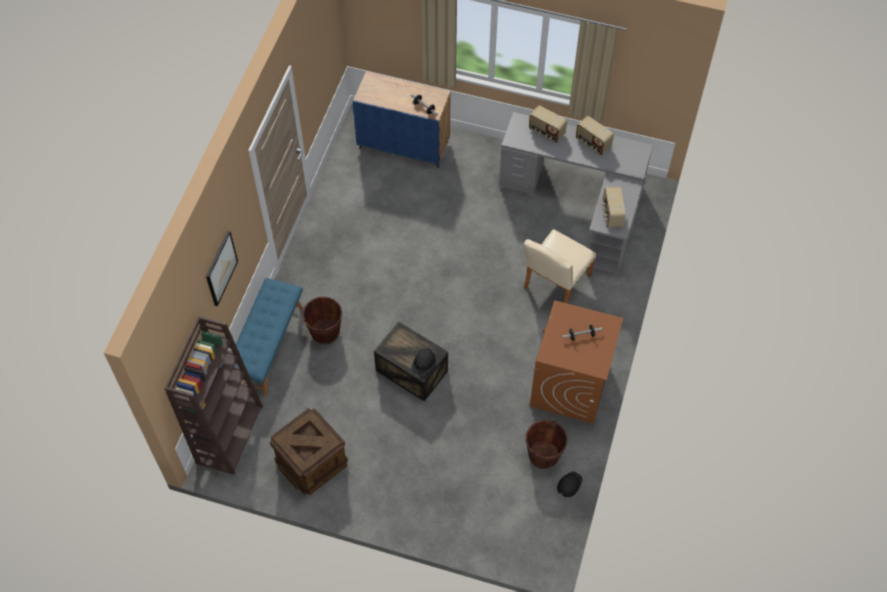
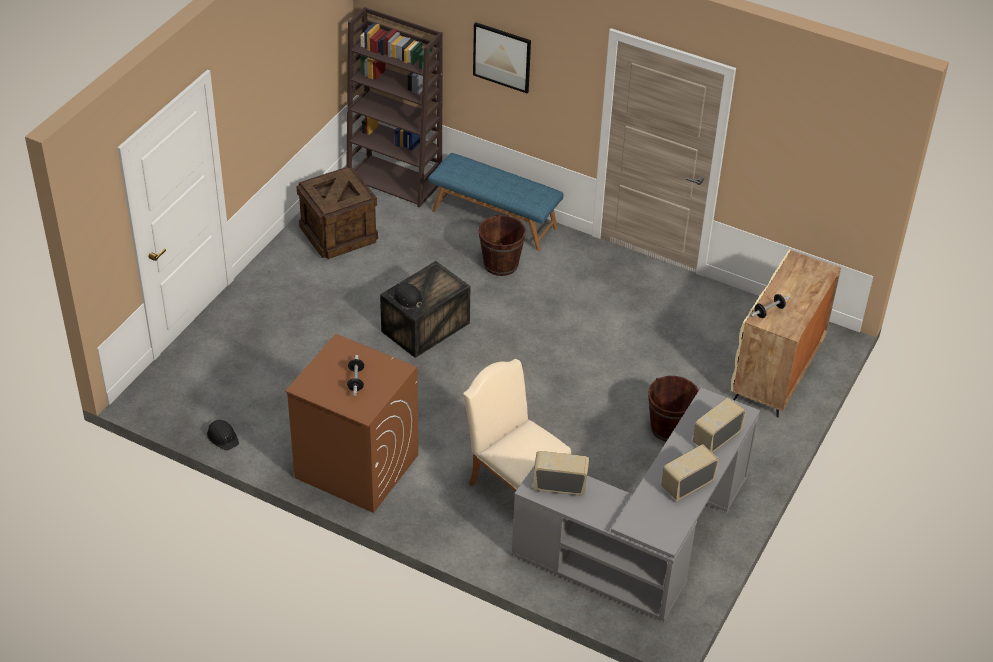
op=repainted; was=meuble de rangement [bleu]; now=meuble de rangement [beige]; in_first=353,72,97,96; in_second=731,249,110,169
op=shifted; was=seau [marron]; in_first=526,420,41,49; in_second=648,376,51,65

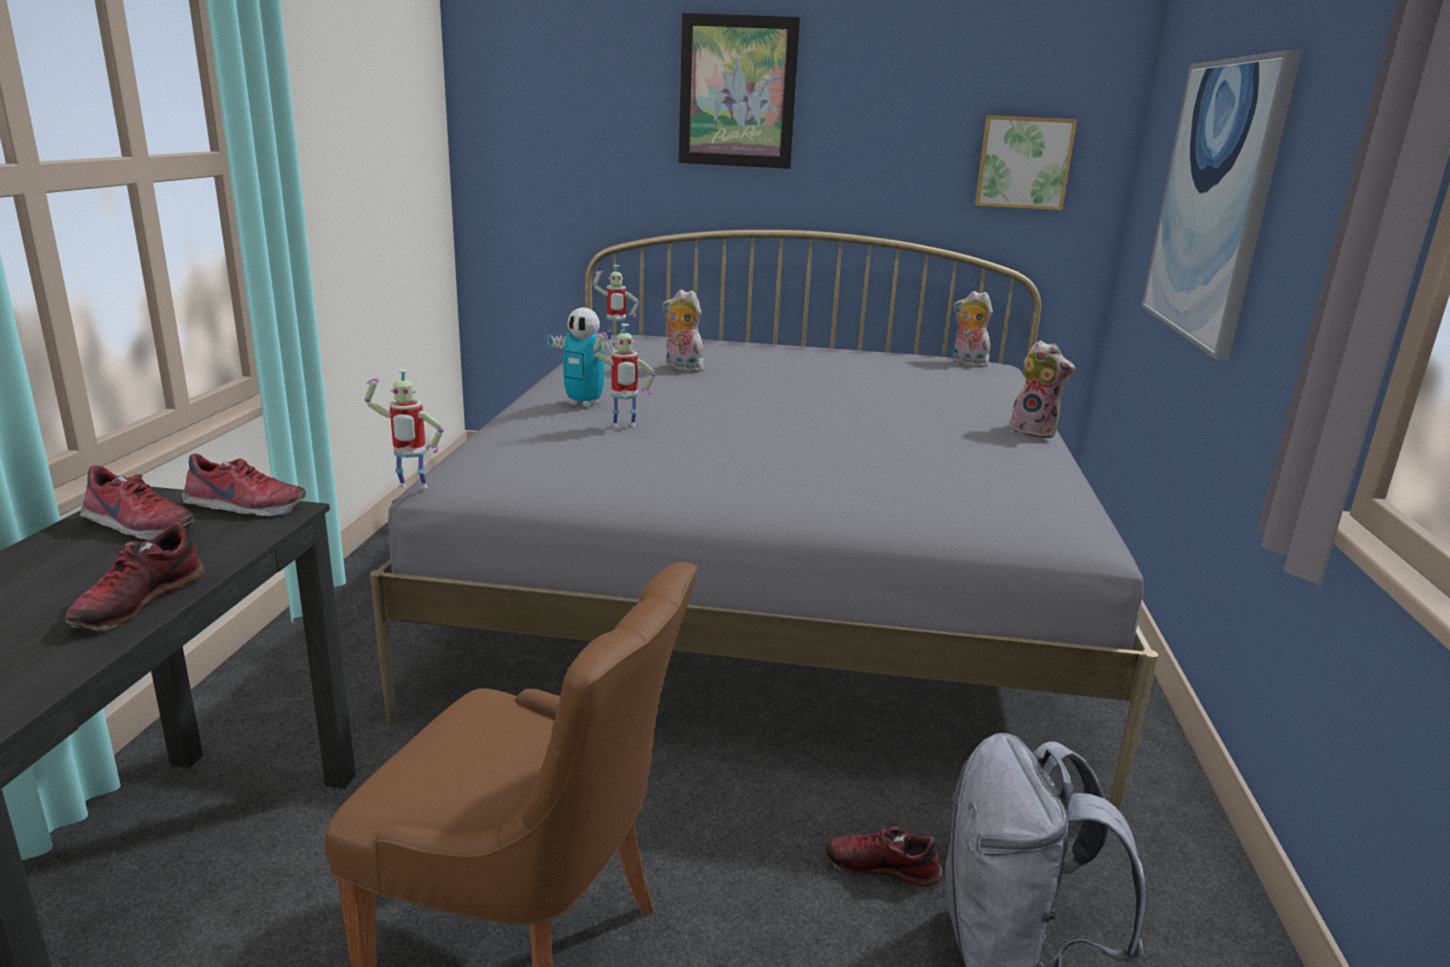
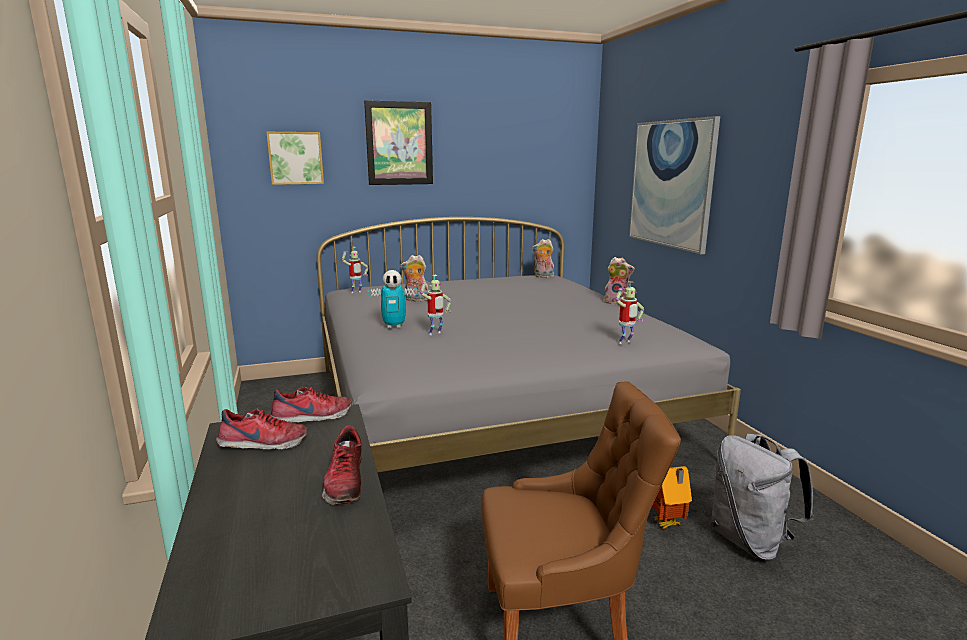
op=shifted; was=robot jouet; in_first=365,369,79,119; in_second=615,281,29,63
op=swapped; was=chaussure; now=maison miniature; in_first=825,826,118,61; in_second=651,466,41,63
op=shifted; was=tableau; in_first=975,115,102,95; in_second=266,132,58,53

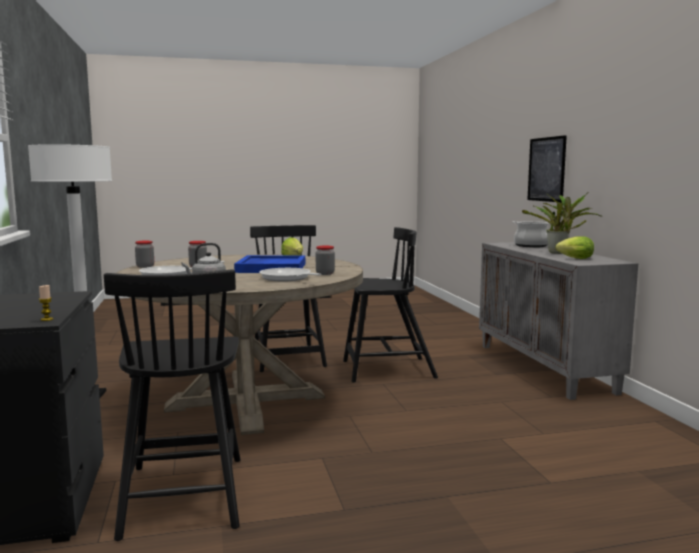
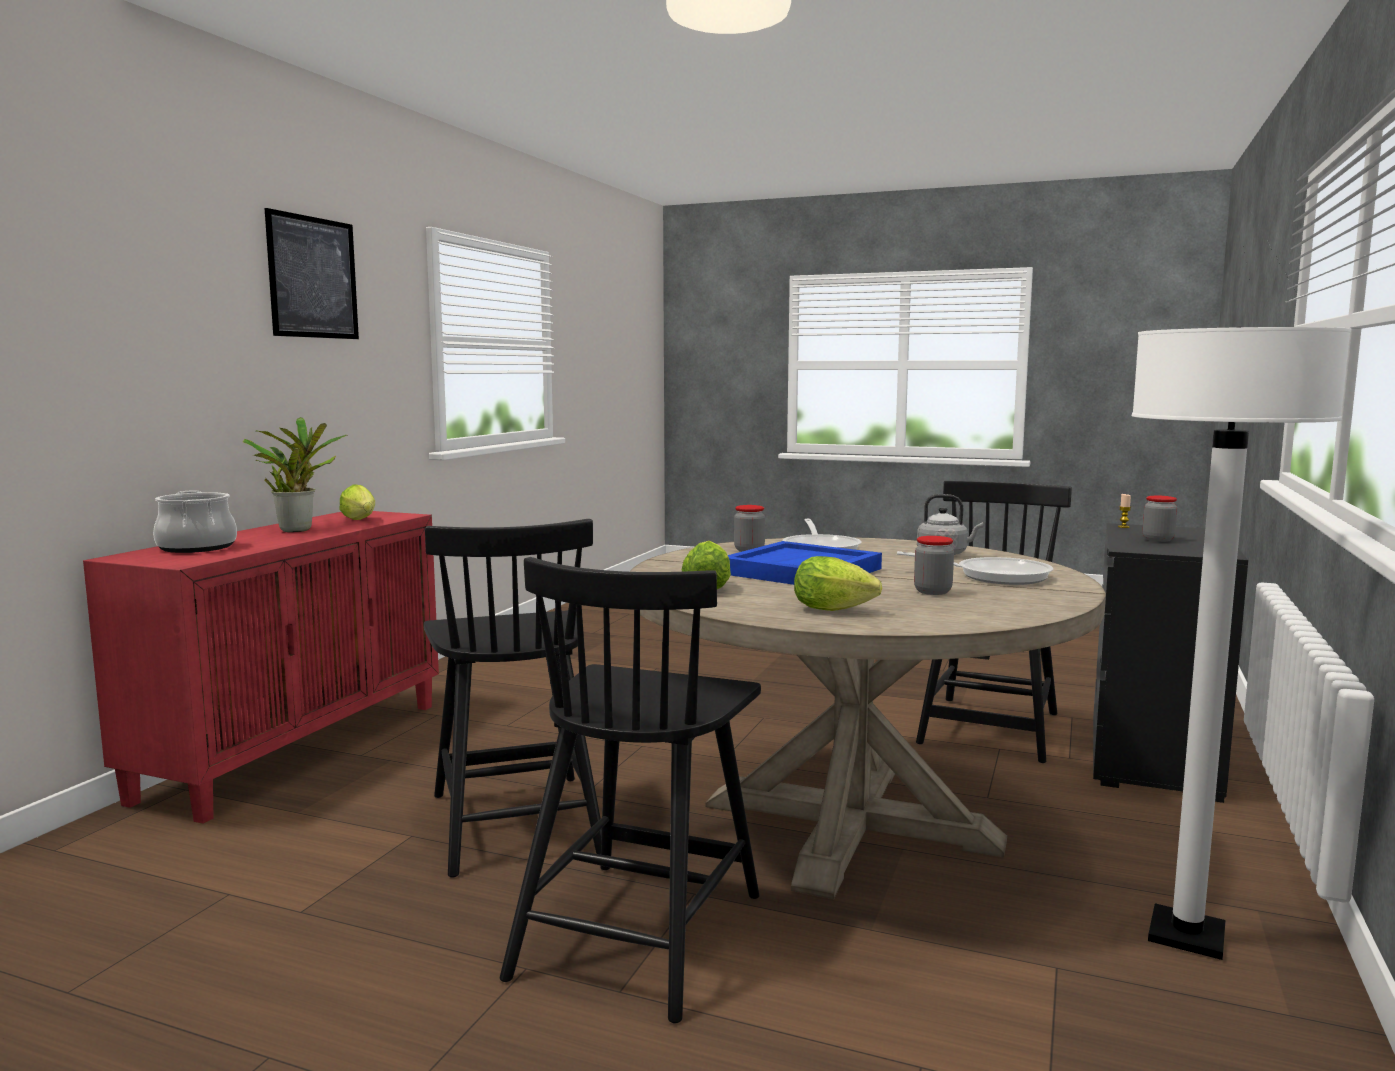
op=shifted; was=bocal; in_first=135,240,19,28; in_second=1143,496,34,46
op=rotated; was=chaise [noir]; in_first=343,227,95,156; in_second=424,519,178,359; clockwise=-135
op=repainted; was=meuble de rangement [gris]; now=meuble de rangement [rouge]; in_first=479,242,159,158; in_second=83,511,356,313
op=shifted; was=tableau; in_first=527,135,40,68; in_second=265,208,94,131
op=new; now=laitue; in_second=794,556,88,55

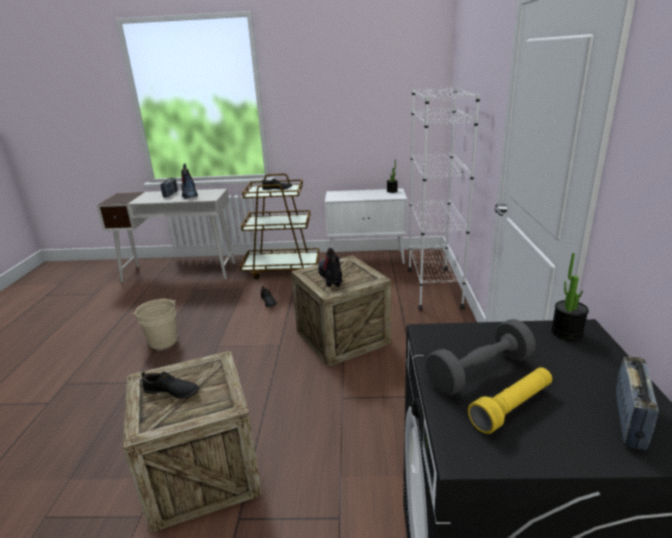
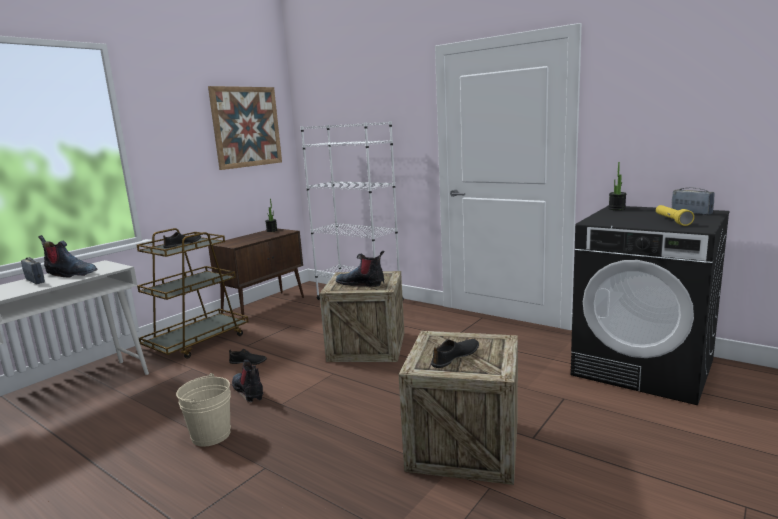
op=repainted; was=meuble de rangement [blanc]; now=meuble de rangement [marron]; in_first=325,188,82,76; in_second=208,228,96,92
op=gone; was=haltère [gris]; in_first=426,319,110,77
op=new; now=tableau; in_second=208,86,74,84
op=new; now=botte; in_second=232,360,31,42

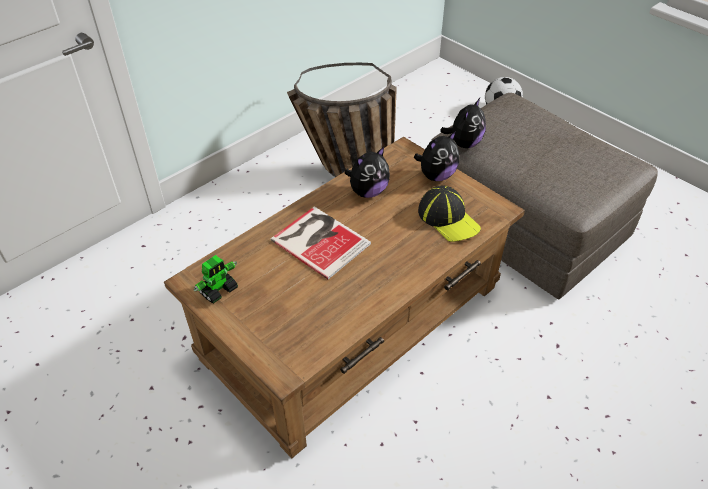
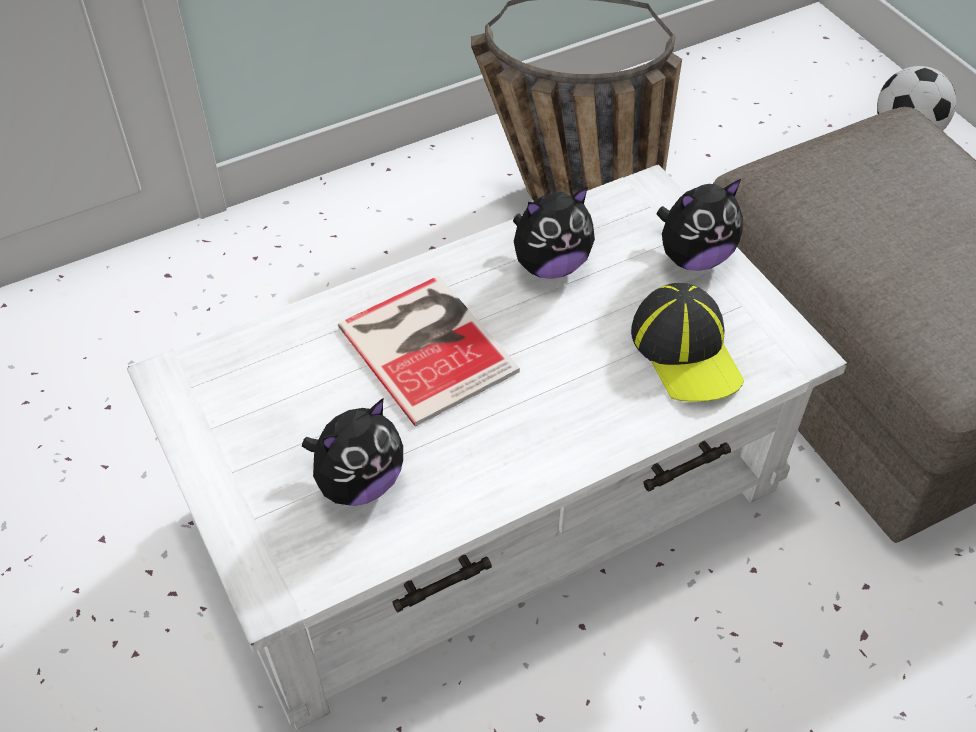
op=repainted; was=table basse [marron]; now=table basse [blanc]; in_first=164,137,361,321; in_second=127,165,720,565
op=gone; was=robot jouet; in_first=194,255,44,49
op=shifted; was=peluche; in_first=440,98,46,50; in_second=302,398,101,108

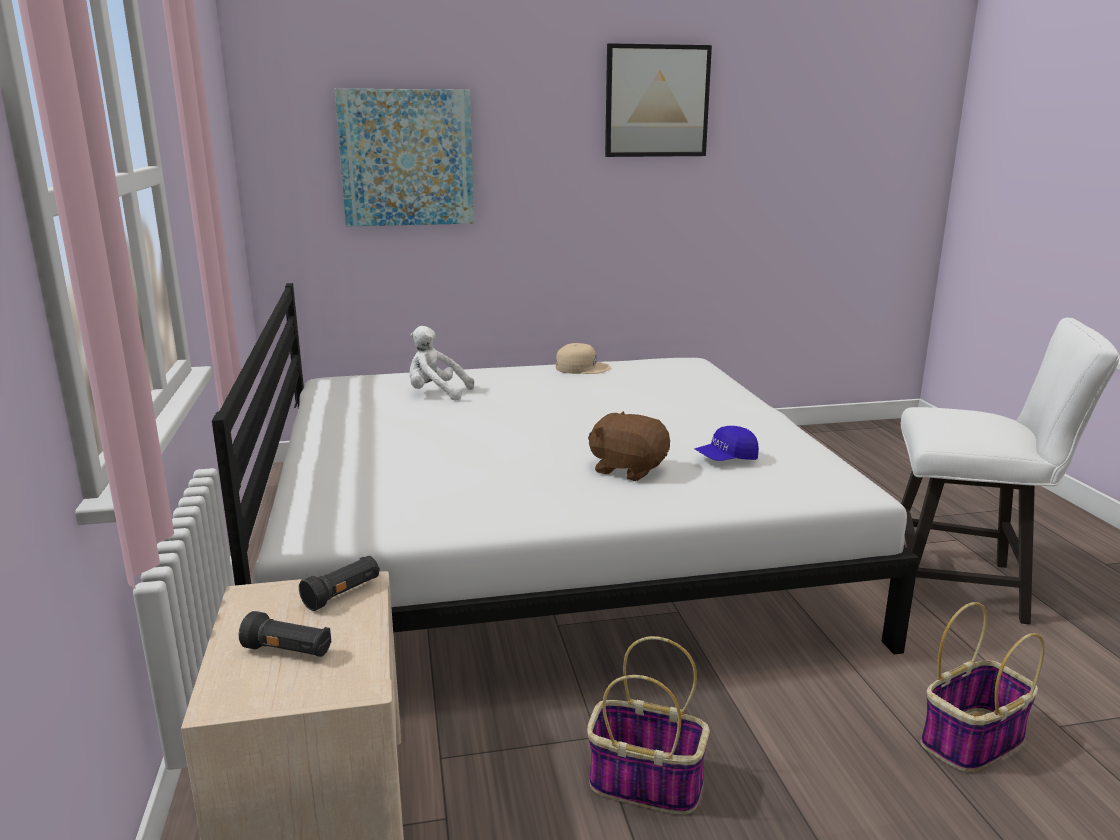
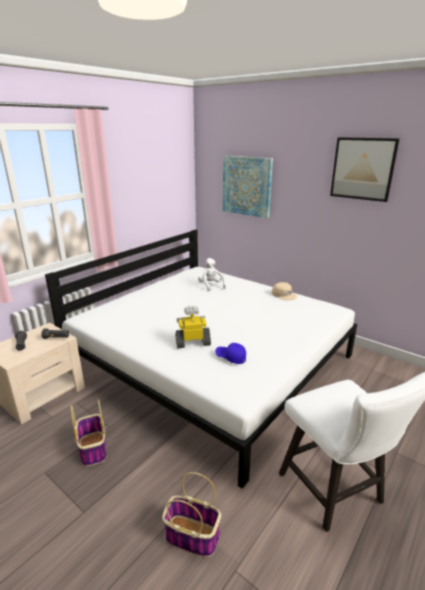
op=swapped; was=peluche [marron]; now=robot jouet; in_first=588,411,82,70; in_second=175,306,36,42

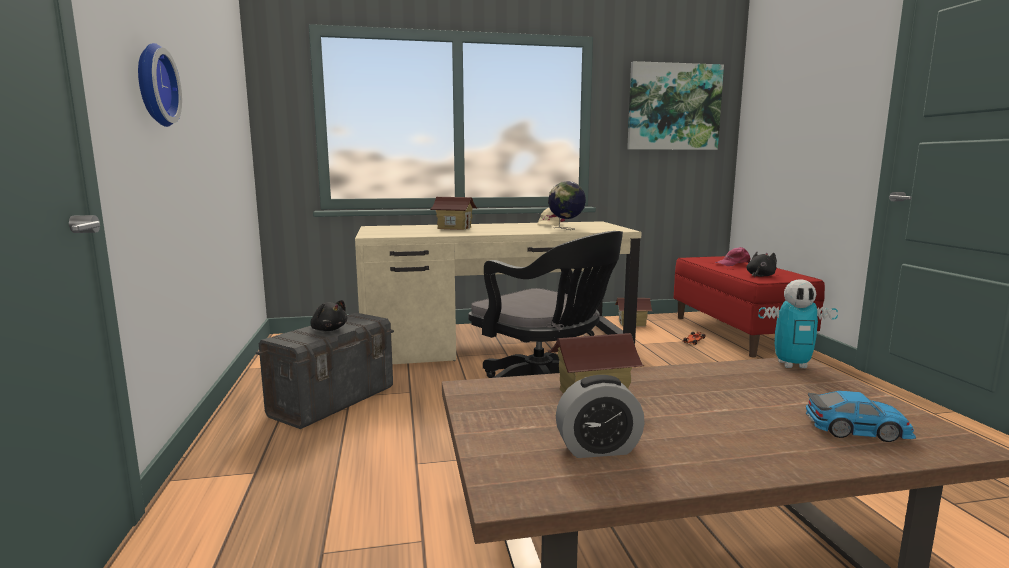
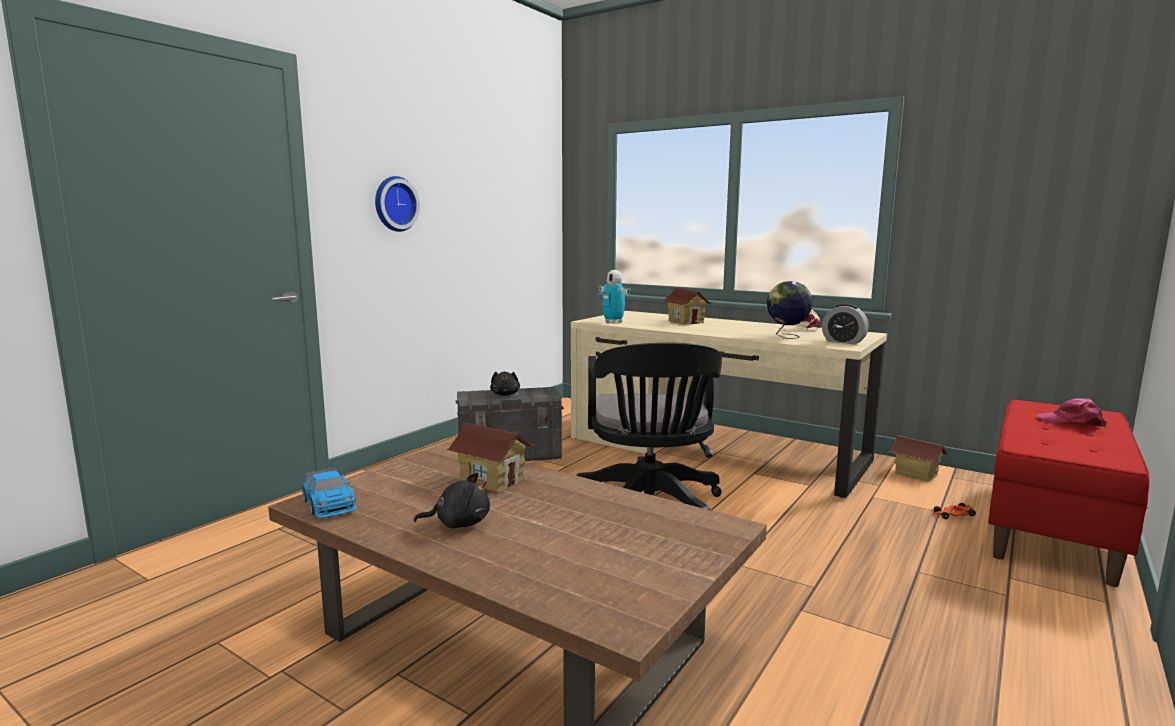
op=shifted; was=réveil; in_first=556,375,89,83; in_second=822,304,47,41
op=gone; was=tableau; in_first=627,61,97,89
op=shifted; was=peluche [noir]; in_first=746,252,31,25; in_second=414,473,76,56
op=shifted; was=robot jouet; in_first=758,279,80,89; in_second=599,270,31,53
op=shifted; was=petite voiture; in_first=806,391,110,51; in_second=302,468,55,50

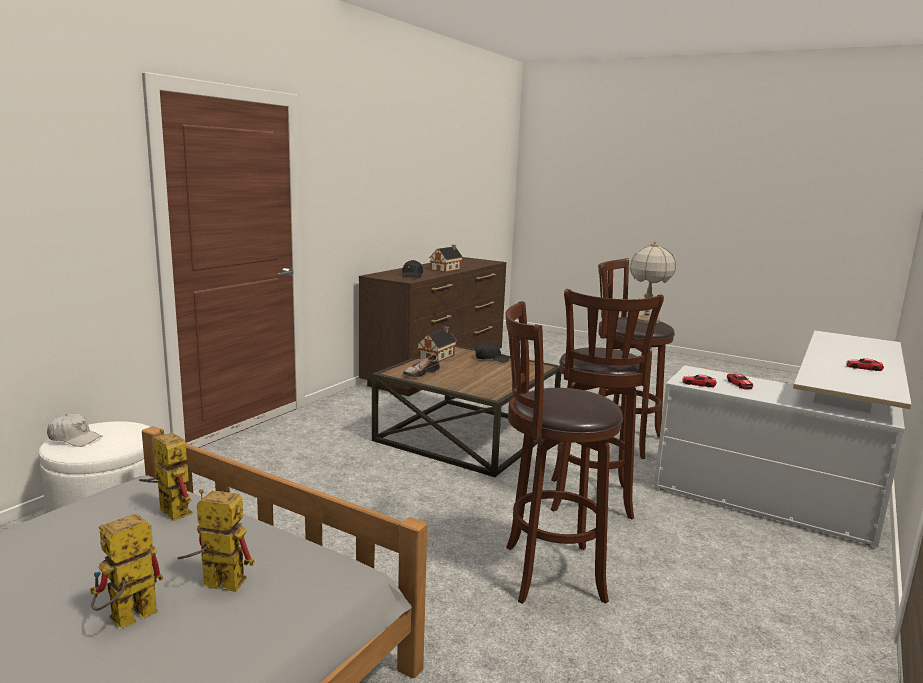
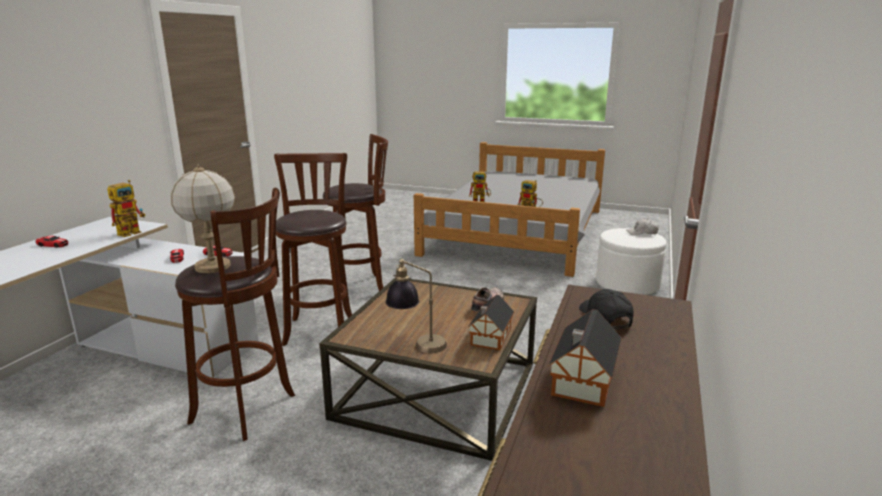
op=shifted; was=robot jouet; in_first=90,513,73,116; in_second=107,180,38,57
op=swapped; was=casquette [noir]; now=lampe de table; in_first=475,342,35,20; in_second=386,259,61,94

